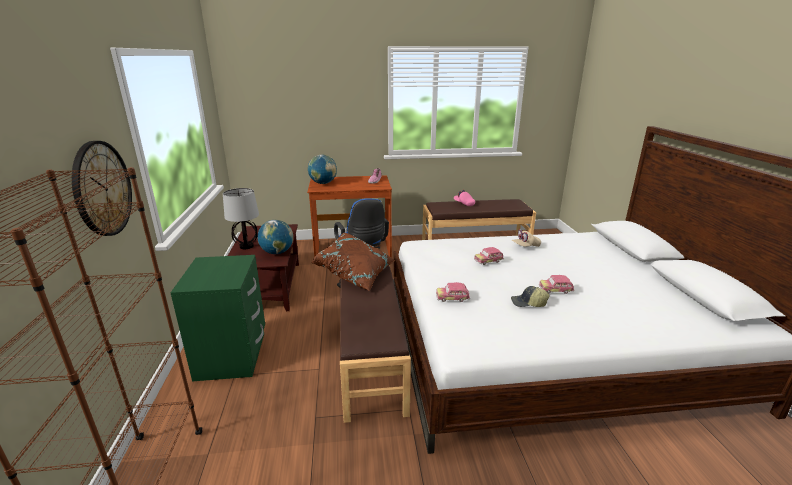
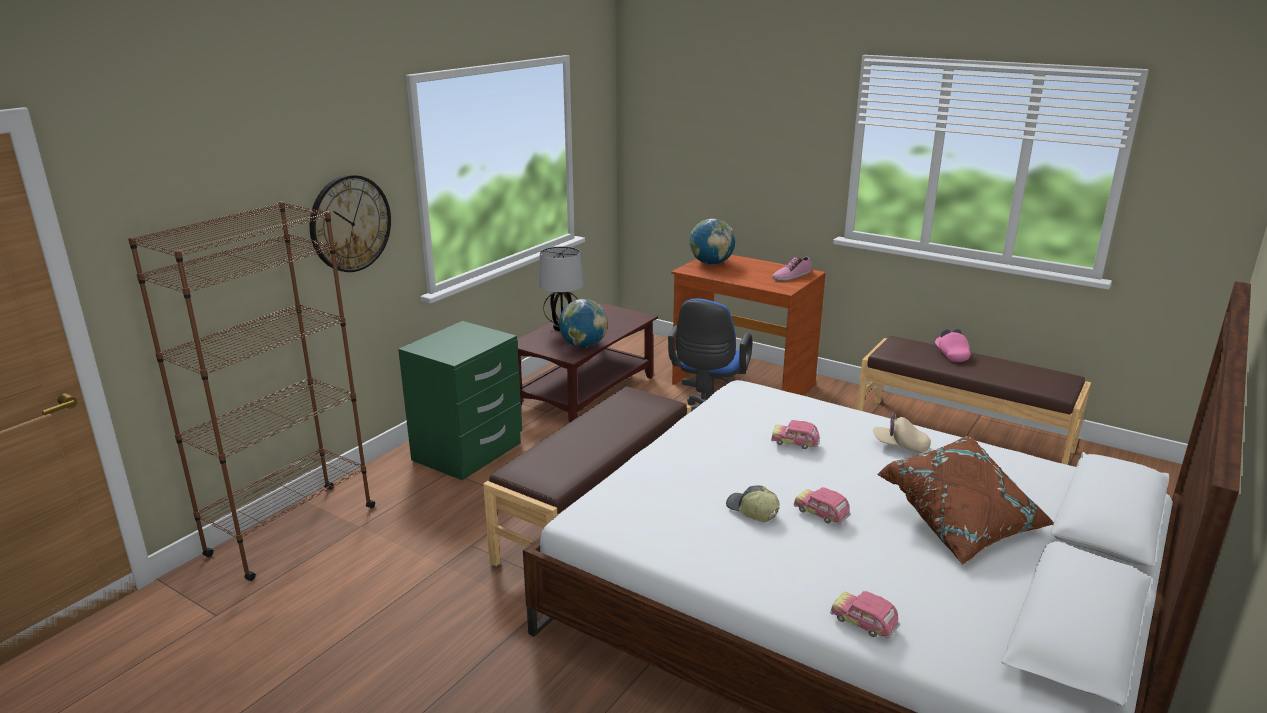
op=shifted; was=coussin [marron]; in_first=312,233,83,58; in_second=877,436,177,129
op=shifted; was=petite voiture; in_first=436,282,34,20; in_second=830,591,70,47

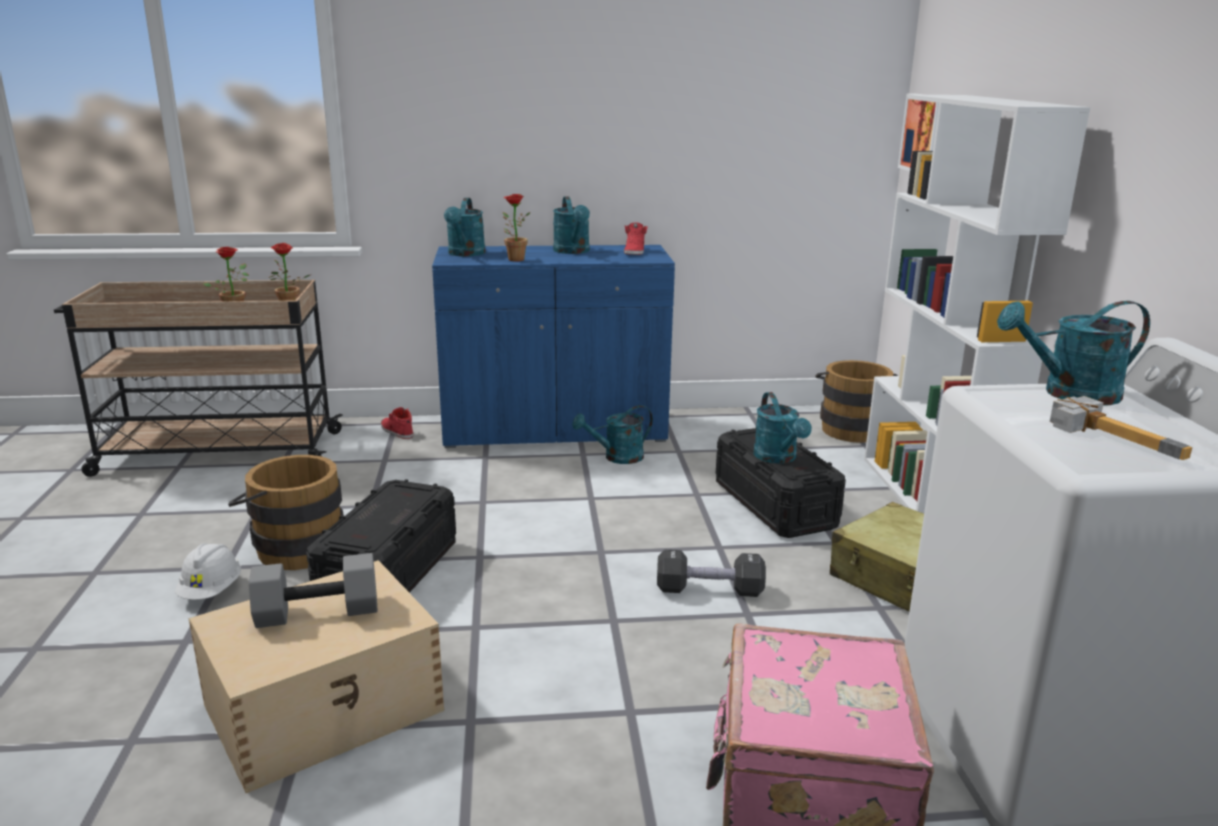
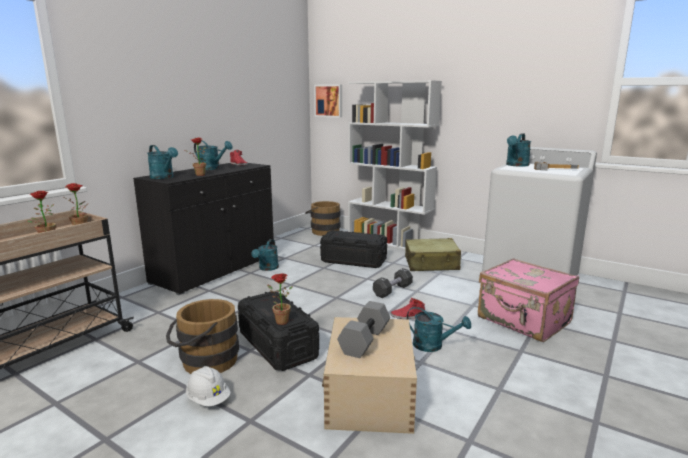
op=shifted; was=chaussure [rouge]; in_first=381,407,32,32; in_second=391,298,34,21
op=repainted; was=meuble de rangement [bleu]; now=meuble de rangement [noir]; in_first=432,245,243,203; in_second=133,163,141,132
op=shifted; was=arrosoir [turquoise]; in_first=754,392,58,72; in_second=407,307,64,45
op=new; now=plante en pot; in_second=267,273,26,52

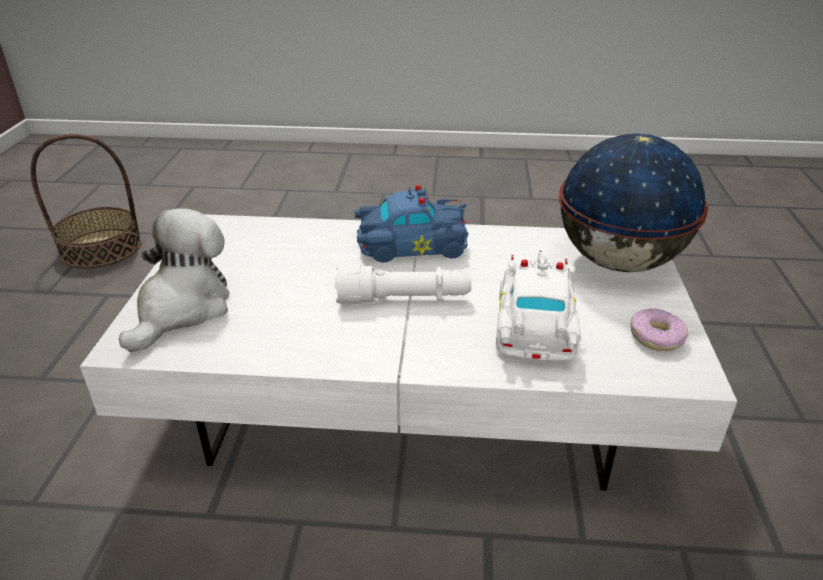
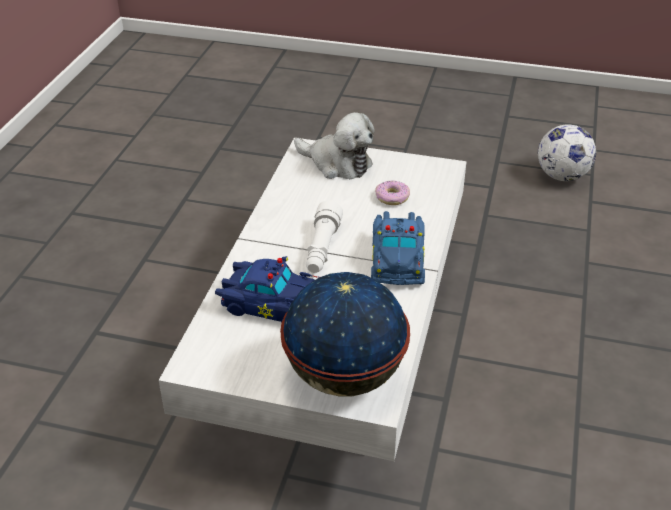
op=swapped; was=panier; now=ballon de foot; in_first=31,134,110,134; in_second=538,124,58,57
op=repainted; was=petite voiture [blanc]; now=petite voiture [bleu]; in_first=496,250,85,110; in_second=215,256,104,67
op=shifted; was=beignet; in_first=630,308,59,43; in_second=375,180,35,25

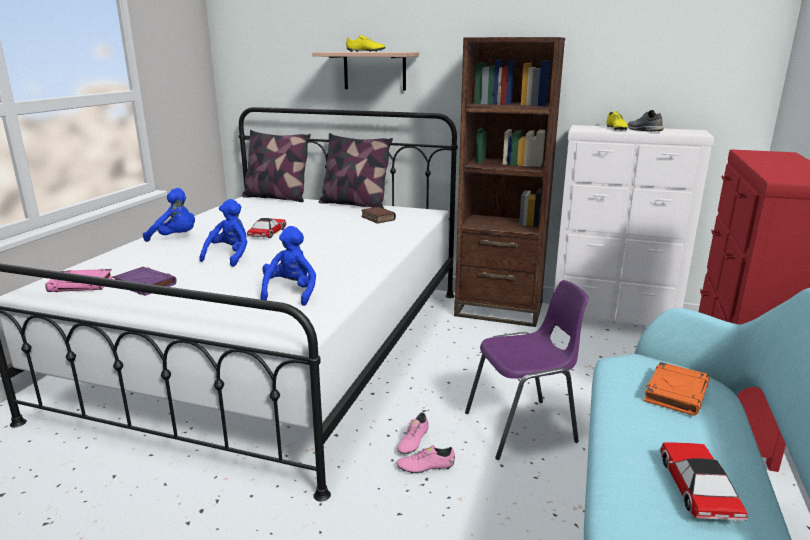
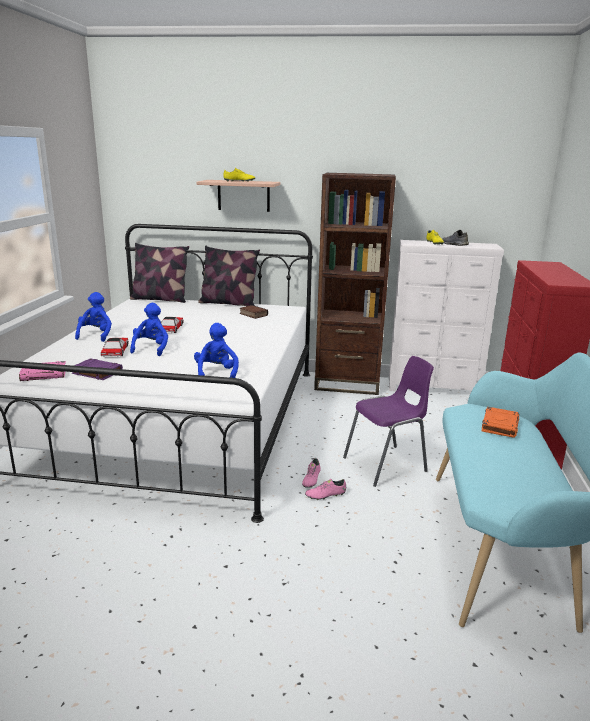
op=rotated; was=peluche [bleu]; in_first=143,188,52,54; in_second=75,292,37,50; clockwise=-90
op=shifted; was=petite voiture; in_first=660,442,88,81; in_second=101,338,28,19

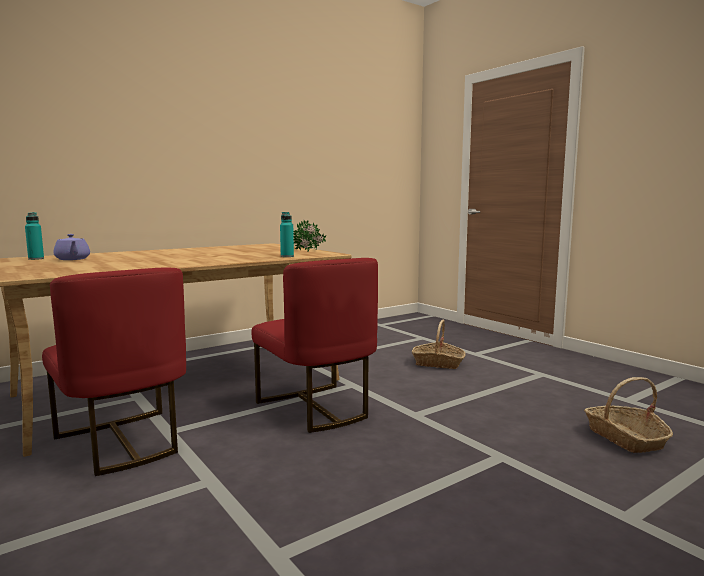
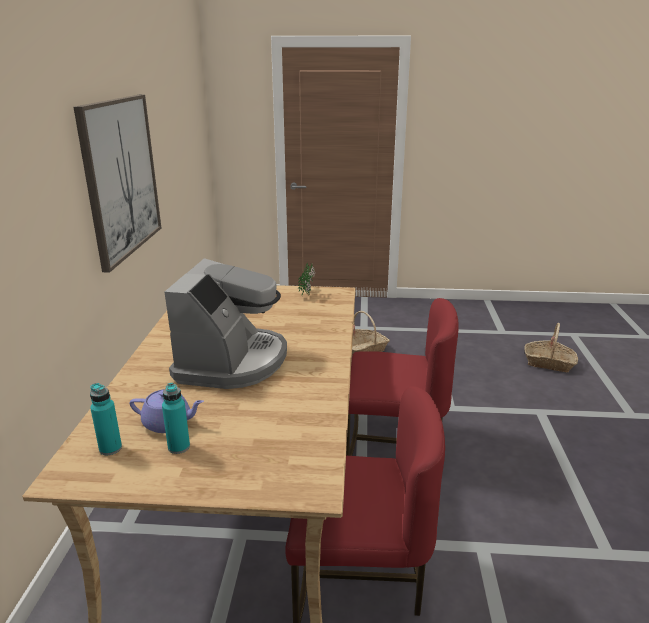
op=shifted; was=bouteille [turquoise]; in_first=280,212,14,45; in_second=162,383,28,71
op=new; now=tableau; in_second=74,95,87,178
op=new; now=machine à café; in_second=164,258,123,131

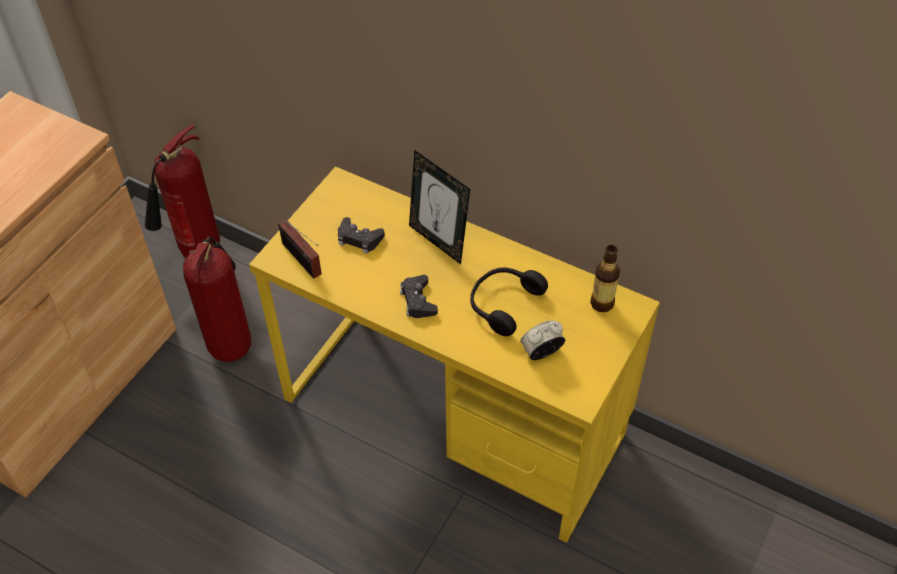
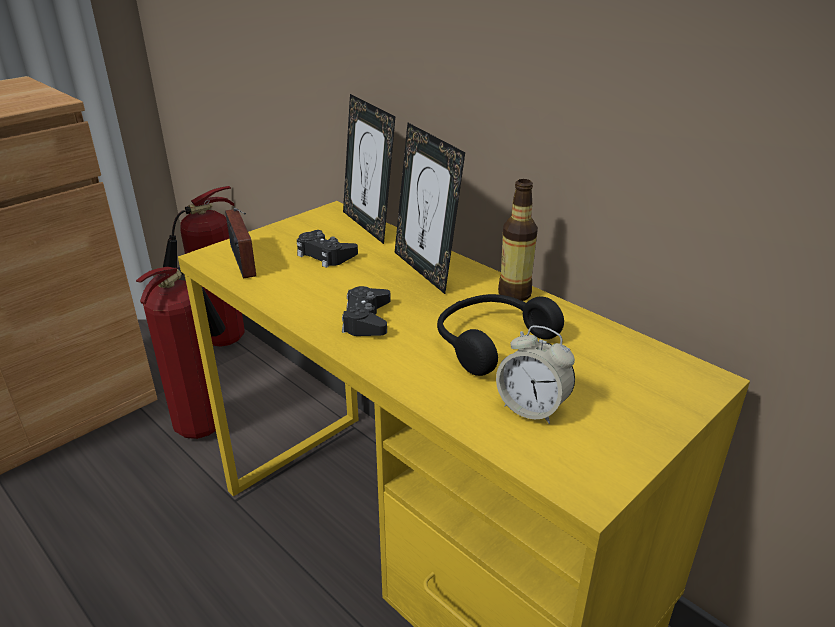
op=rotated; was=réveil; in_first=520,321,45,39; in_second=496,326,79,98; clockwise=-135
op=shifted; was=bouteille; in_first=590,244,30,68; in_second=498,179,40,122
op=new; now=cadre photo; in_second=343,94,52,150

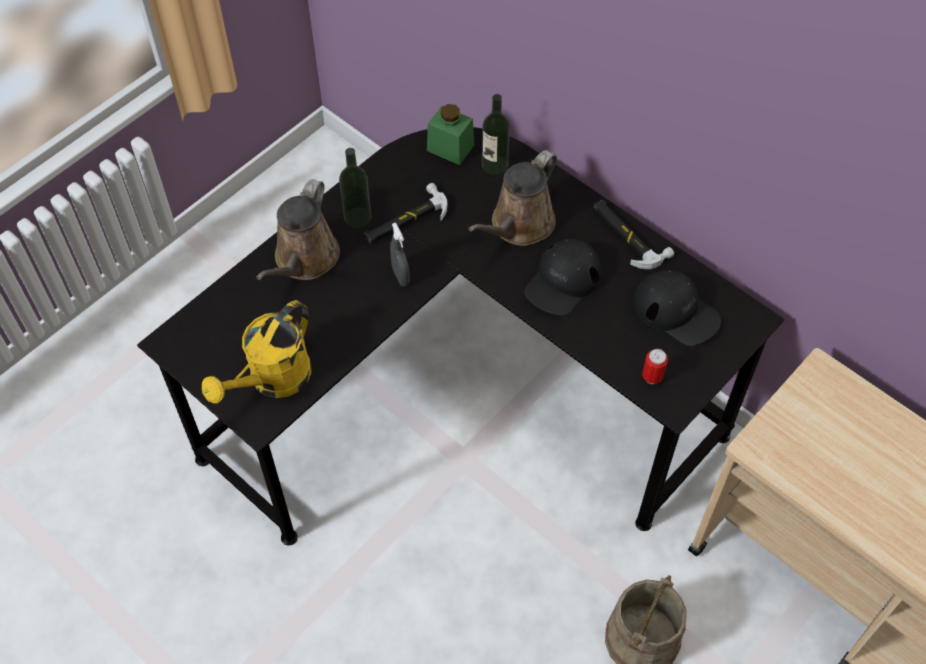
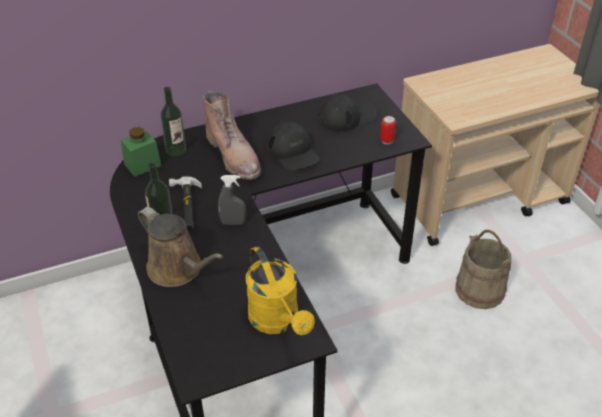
op=swapped; was=arrosoir [marron]; now=botte [marron]; in_first=468,150,89,96; in_second=202,91,59,89
op=gone; was=marteau; in_first=594,200,80,69

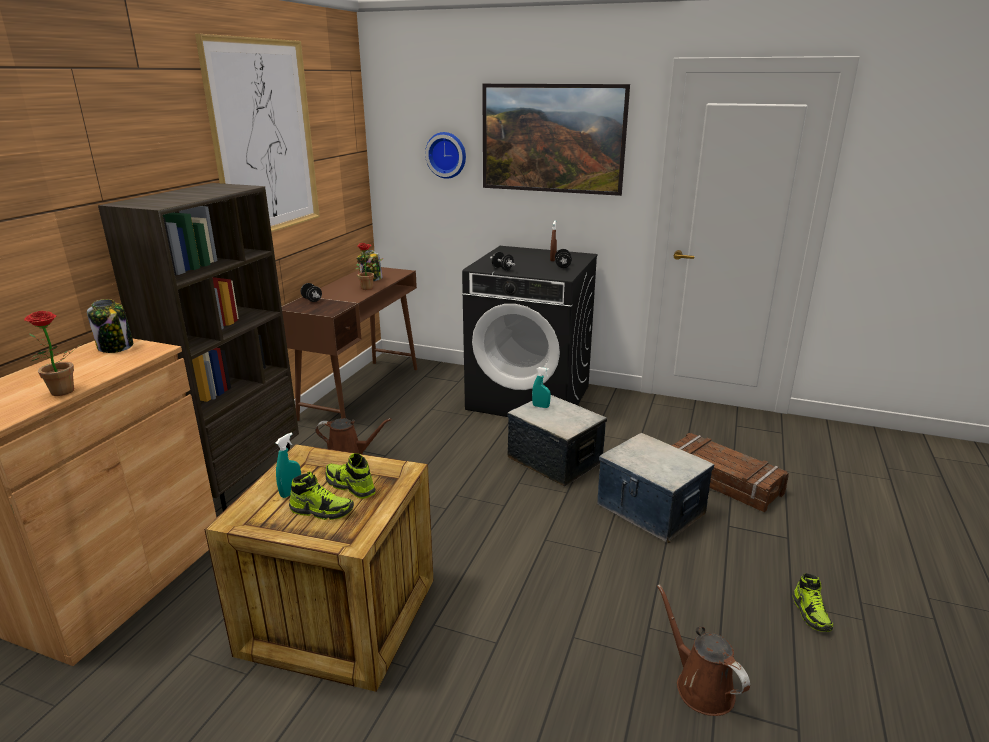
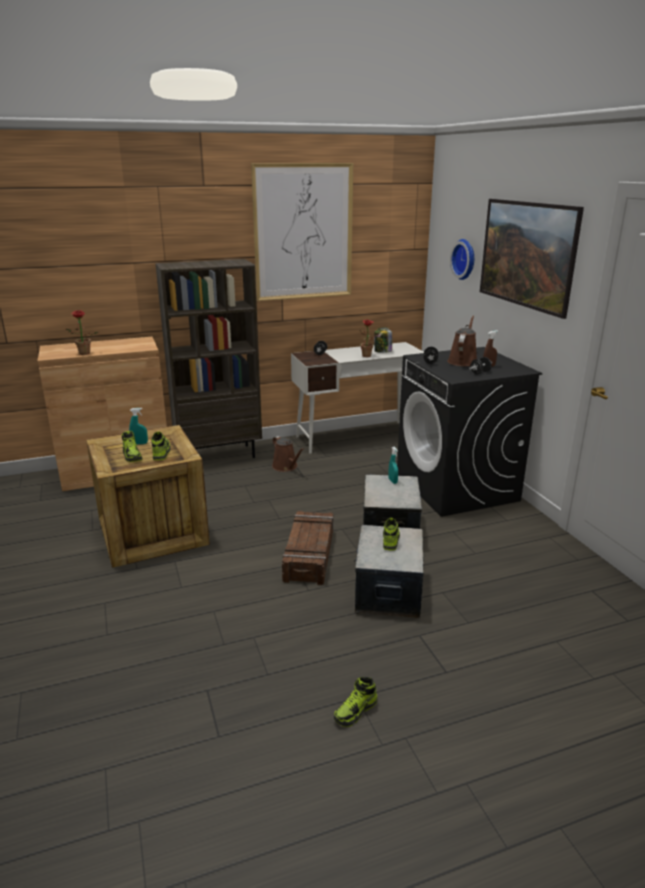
op=gone; was=bocal; in_first=87,299,46,54
op=repainted; was=bureau [marron]; now=bureau [blanc]; in_first=282,267,135,154; in_second=291,342,133,111
op=shifted; was=arrosoir [marron]; in_first=657,584,93,132; in_second=447,315,30,51
op=shifted; was=caisse; in_first=670,433,119,79; in_second=282,511,51,74
op=new; now=chaussure; in_second=383,518,17,33

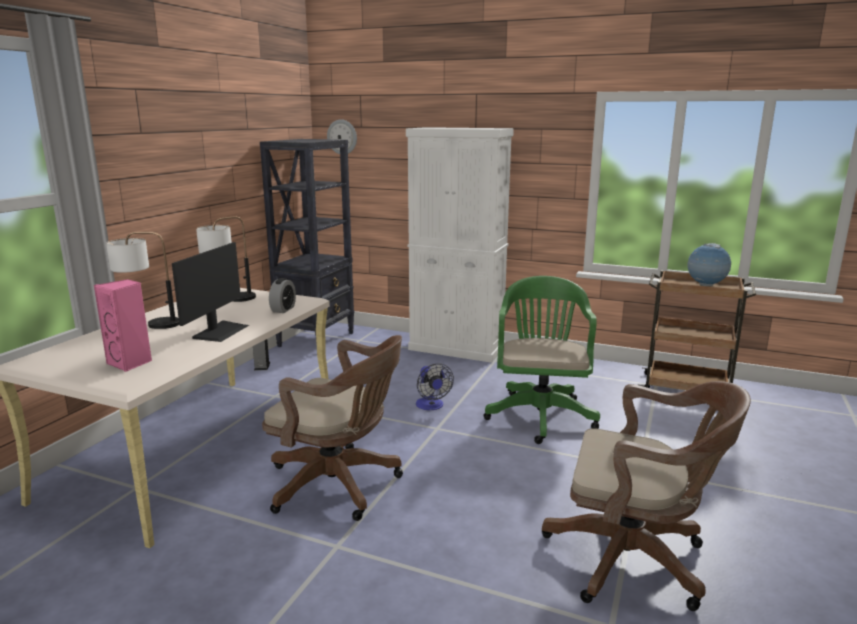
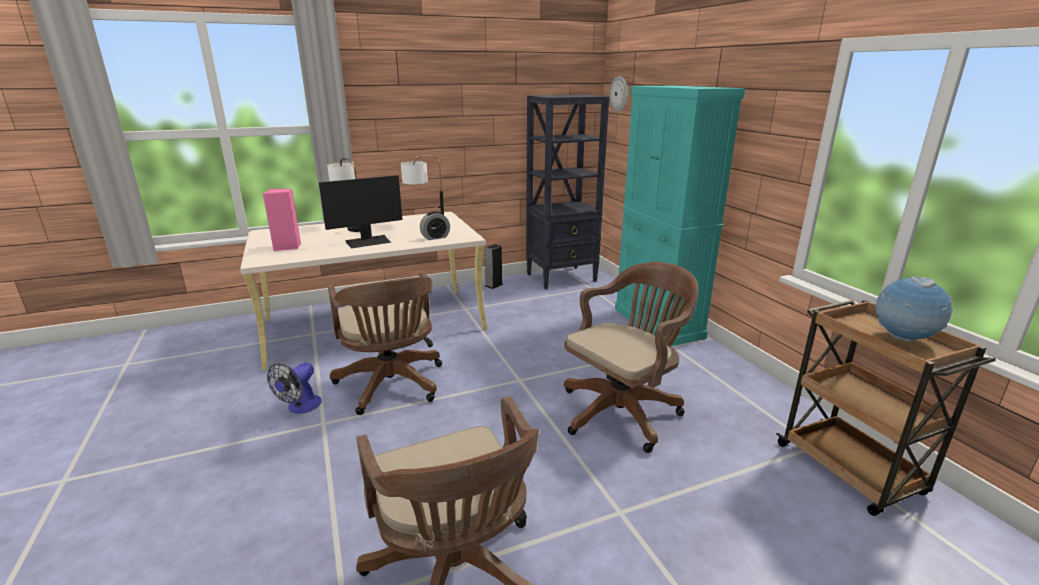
op=repainted; was=meuble de rangement [blanc]; now=meuble de rangement [turquoise]; in_first=406,127,108,236; in_second=615,86,130,260
op=shifted; was=ventilateur; in_first=416,363,38,47; in_second=267,363,55,50
op=repainted; was=chaise de bureau [vert]; now=chaise de bureau [marron]; in_first=484,276,116,168; in_second=564,262,134,191

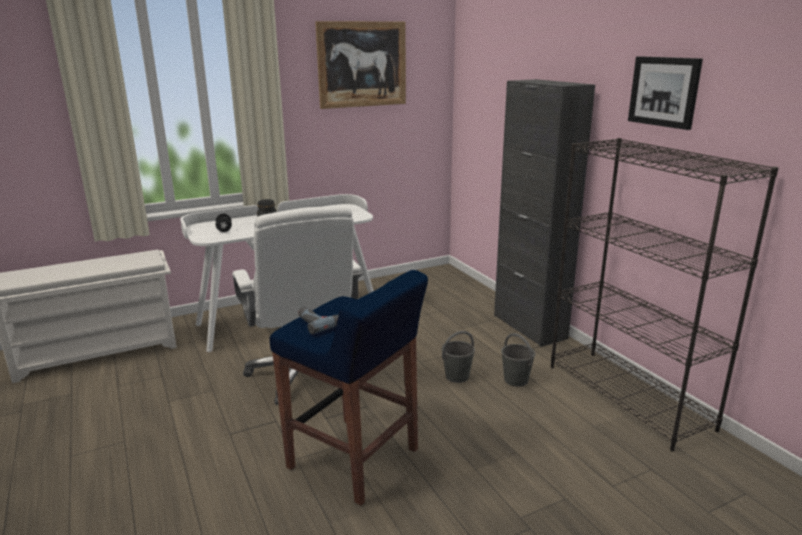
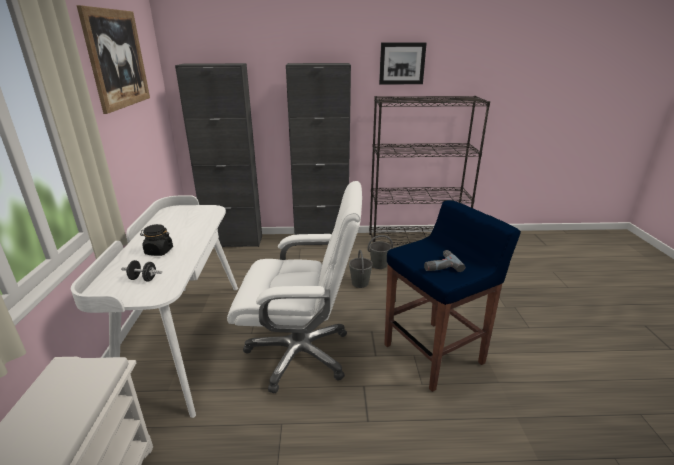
op=new; now=meuble de rangement [noir]; in_second=175,63,87,184

